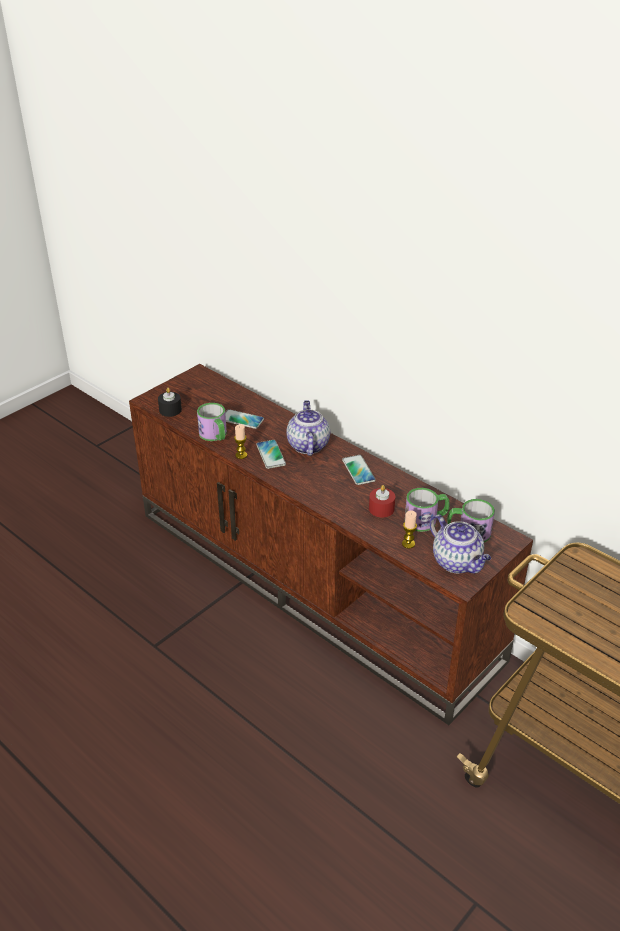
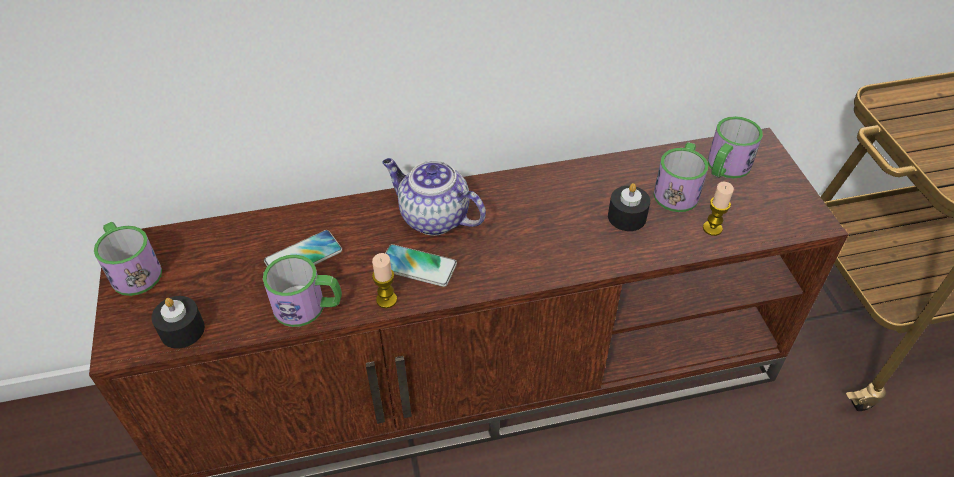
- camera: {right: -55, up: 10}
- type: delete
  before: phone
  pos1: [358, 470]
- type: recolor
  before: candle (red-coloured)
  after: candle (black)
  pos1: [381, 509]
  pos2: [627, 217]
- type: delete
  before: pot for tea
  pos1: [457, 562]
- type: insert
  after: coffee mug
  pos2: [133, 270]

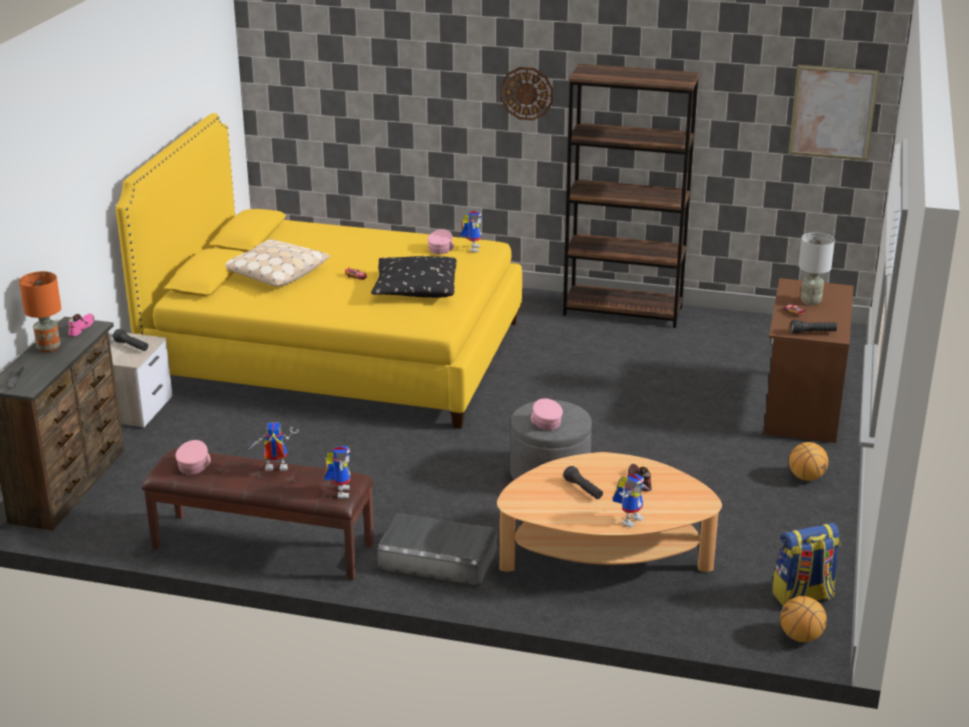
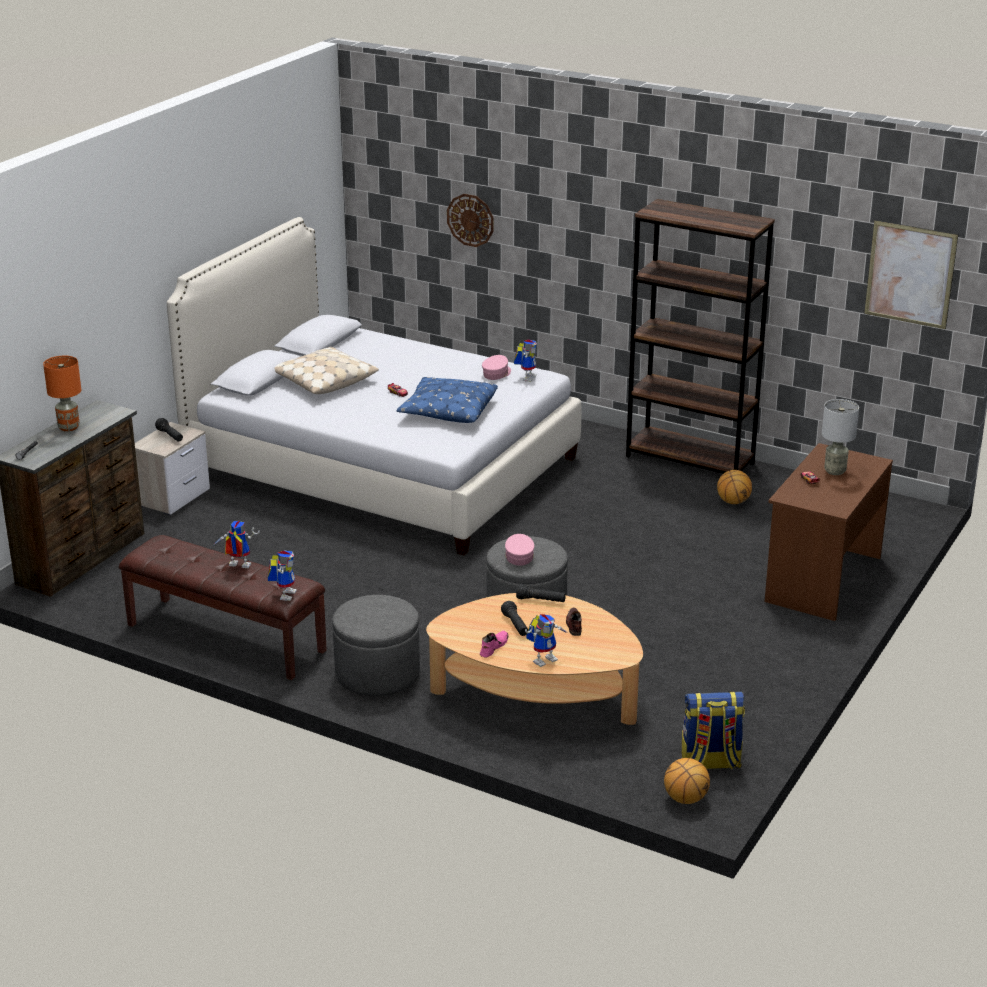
- camera: {right: 15, up: 0}
- type: move
  before: item of footwear (pinkish)
  pos1: [81, 328]
  pos2: [493, 647]
- type: recolor
  before: sleeping bed (yellow-coloured)
  after: sleeping bed (white-coloured)
  pos1: [336, 353]
  pos2: [381, 467]
- type: delete
  before: peaked cap (pinkish)
  pos1: [194, 464]
- type: recolor
  before: throw pillow (black)
  after: throw pillow (blue)
  pos1: [415, 288]
  pos2: [447, 411]
- type: replace
  before: storage box (greyish)
  after: pouffe (greyish)
  pos1: [437, 559]
  pos2: [377, 674]
- type: move
  before: clock on the wall
  pos1: [526, 93]
  pos2: [470, 220]
- type: move
  before: basketball
  pos1: [806, 477]
  pos2: [733, 502]
- type: move
  before: hand torch (black)
  pos1: [813, 333]
  pos2: [541, 600]

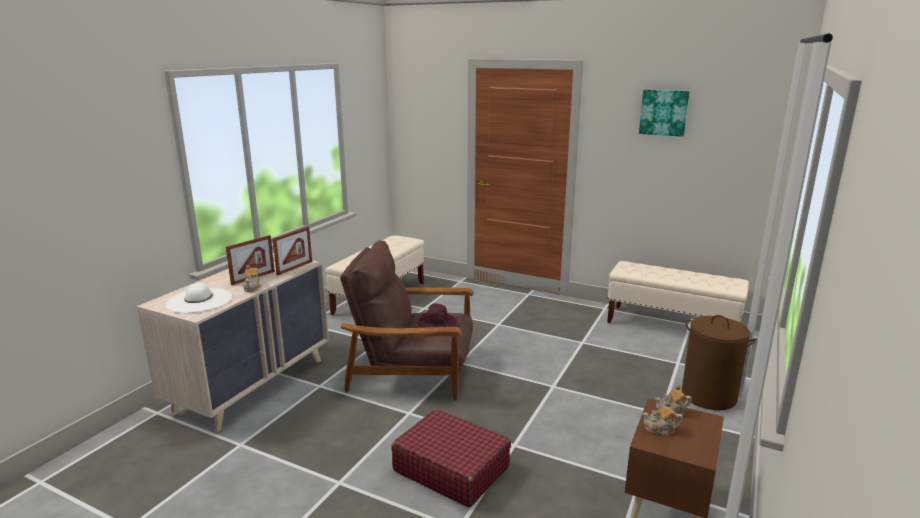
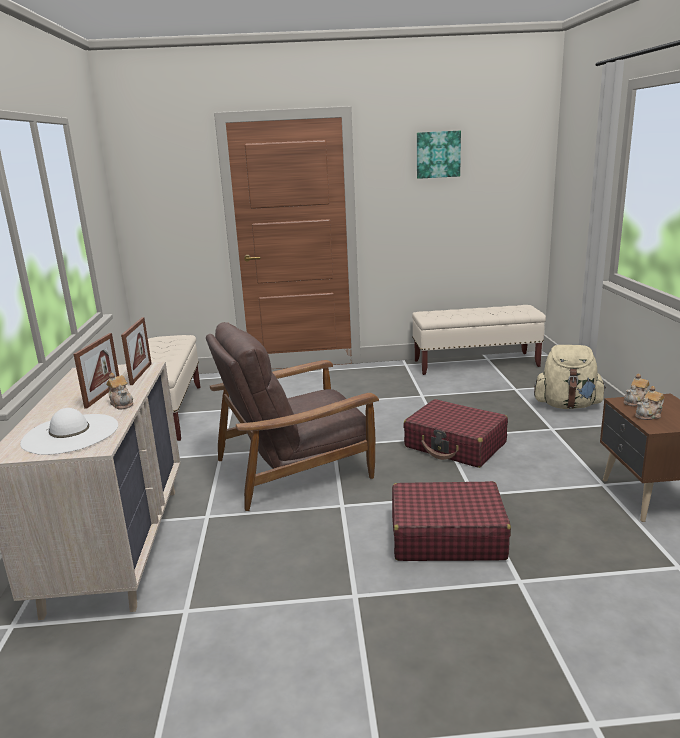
- camera: {right: -30, up: 0}
- type: delete
  before: hat (purplish)
  pos1: [436, 324]
- type: replace
  before: hamper (brown)
  after: backpack (beige-coloured)
  pos1: [709, 396]
  pos2: [567, 405]
- type: insert
  after: travel case (red-coloured)
  pos2: [455, 445]

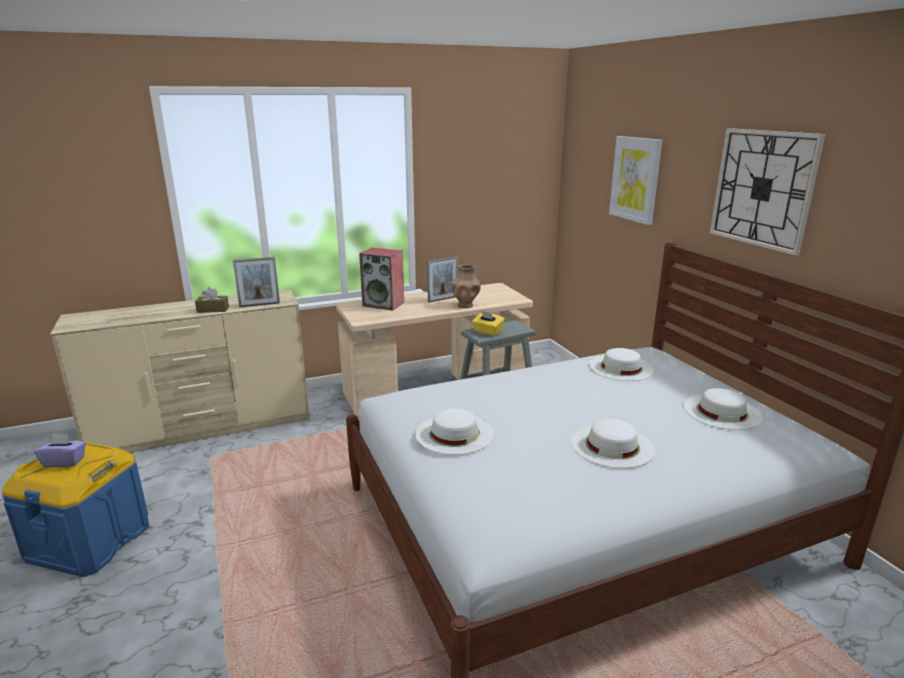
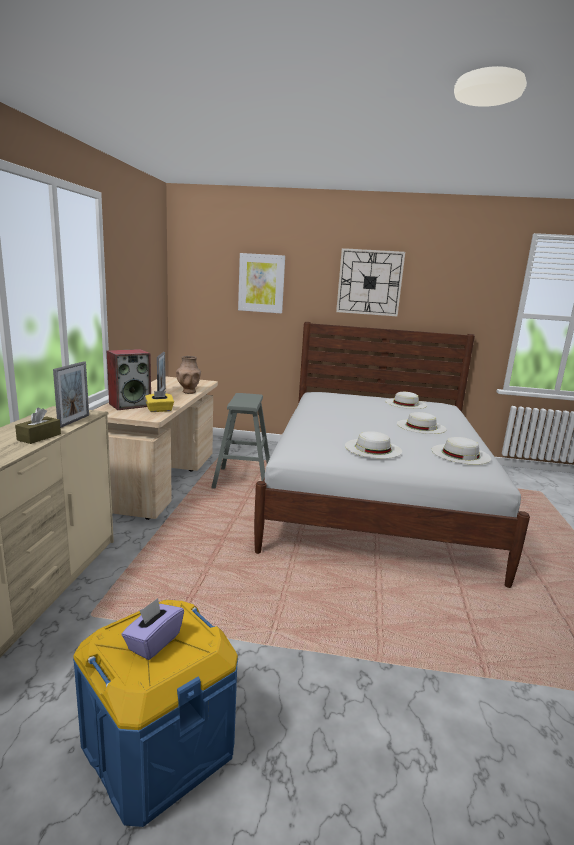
- camera: {right: -60, up: -5}
- type: move
  before: tissue box (yellow-coloured)
  pos1: [487, 332]
  pos2: [159, 410]
- type: move
  before: hat (white-coloured)
  pos1: [621, 367]
  pos2: [460, 454]

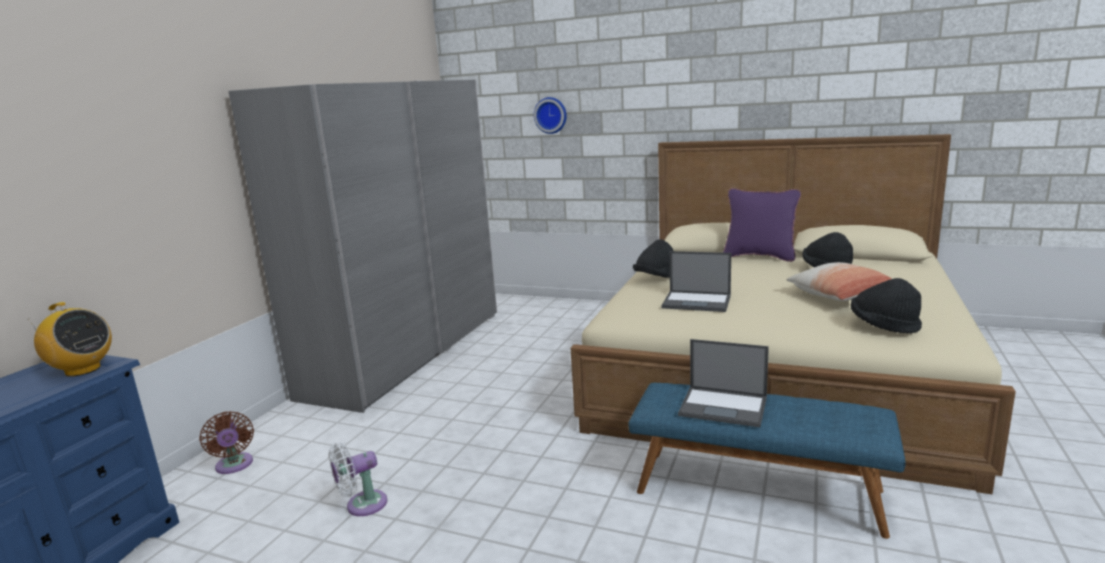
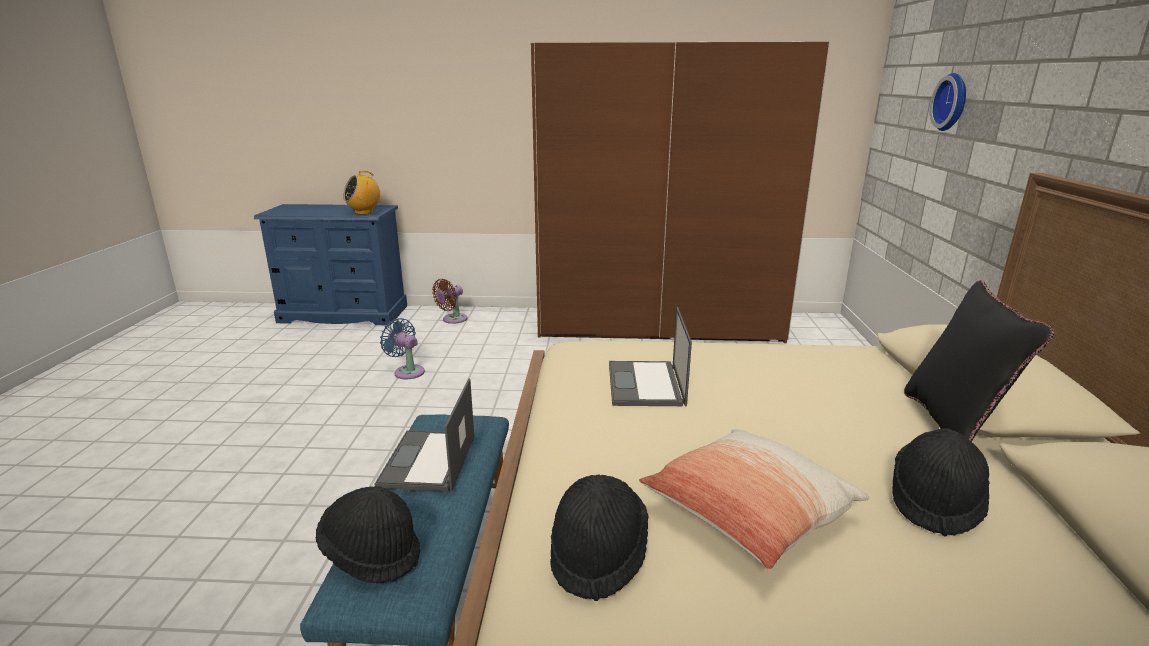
- camera: {right: 70, up: 5}
- type: rotate
  before: radio set
  pos1: [82, 370]
  pos2: [364, 212]
  turn: 45
- type: recolor
  before: armoire (greyish)
  after: armoire (brown)
  pos1: [407, 352]
  pos2: [658, 325]
- type: recolor
  before: cooling fan (white-coloured)
  after: cooling fan (blue)
  pos1: [362, 505]
  pos2: [407, 371]
- type: move
  before: hat (black)
  pos1: [655, 278]
  pos2: [372, 553]
- type: recolor
  before: throw pillow (purplish)
  after: throw pillow (black)
  pos1: [759, 256]
  pos2: [952, 425]

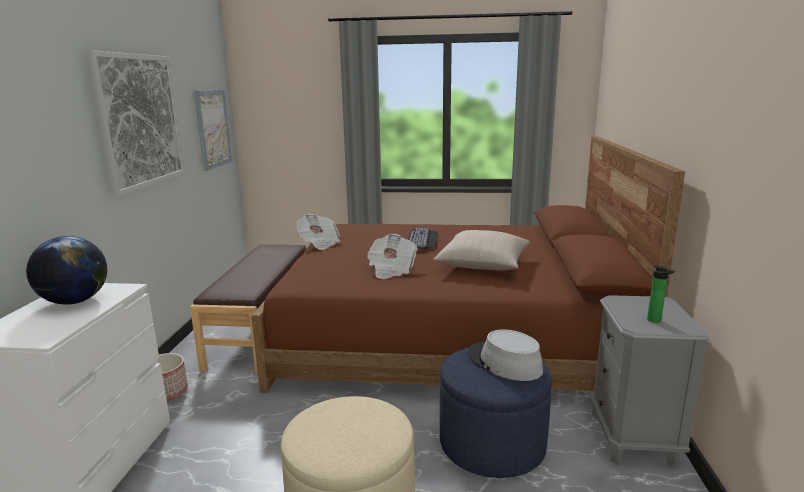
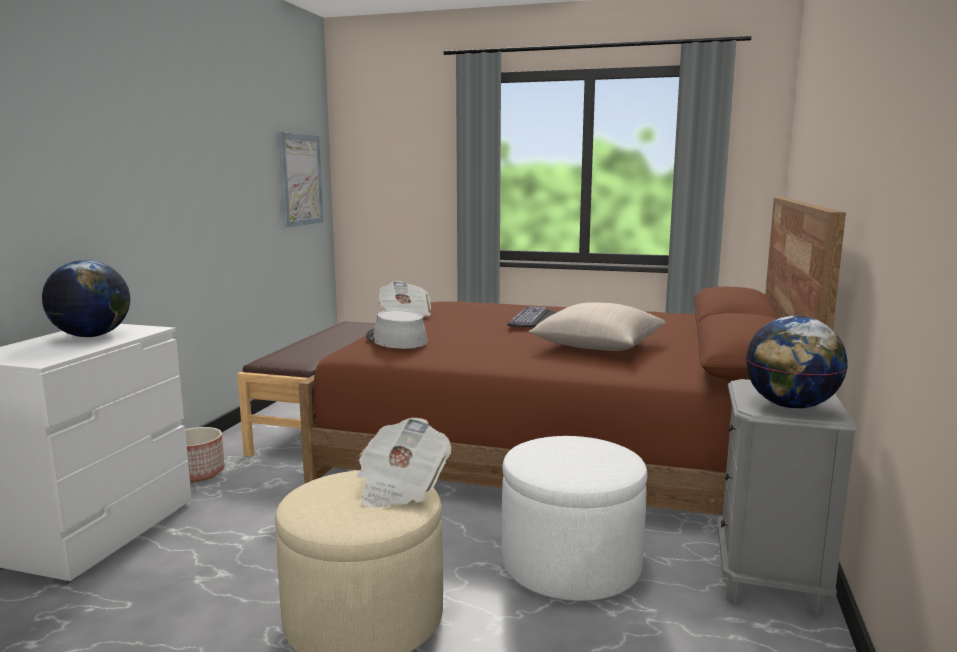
- camera: {right: 10, up: -5}
- type: delete
  before: wall picture
  pos1: [139, 121]
- type: move
  before: newspaper
  pos1: [391, 270]
  pos2: [400, 487]
- type: recolor
  before: pouffe (blue)
  after: pouffe (white-coloured)
  pos1: [492, 444]
  pos2: [570, 564]
- type: move
  before: hat (greyish)
  pos1: [504, 362]
  pos2: [396, 340]
- type: replace
  before: bottle
  after: globe
  pos1: [656, 320]
  pos2: [790, 406]

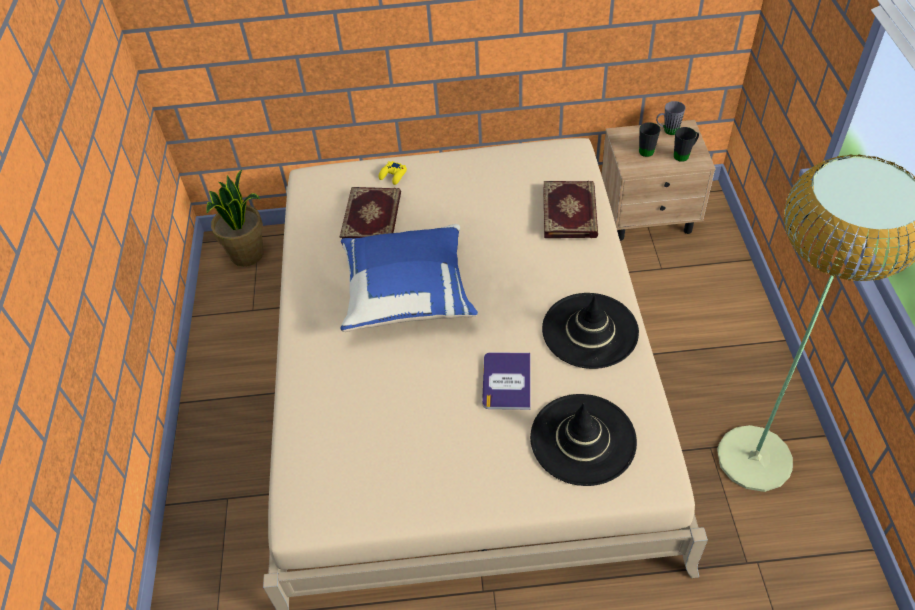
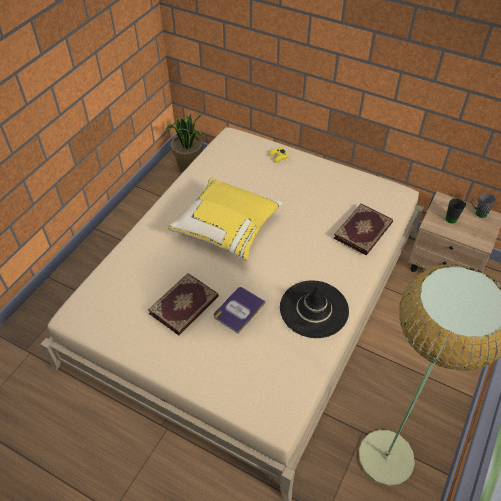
- camera: {right: 30, up: 0}
- type: move
  before: bound book
  pos1: [373, 218]
  pos2: [184, 306]
- type: recolor
  before: throw pillow (blue)
  after: throw pillow (yellow-coloured)
  pos1: [407, 293]
  pos2: [227, 228]
- type: delete
  before: hat (black)
  pos1: [583, 439]
- type: delete
  before: coffee mug (black)
  pos1: [684, 155]

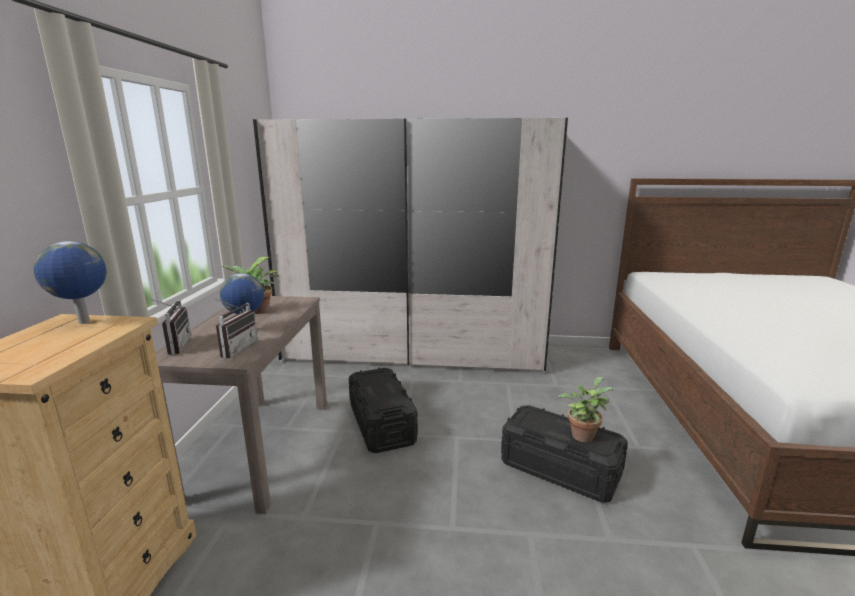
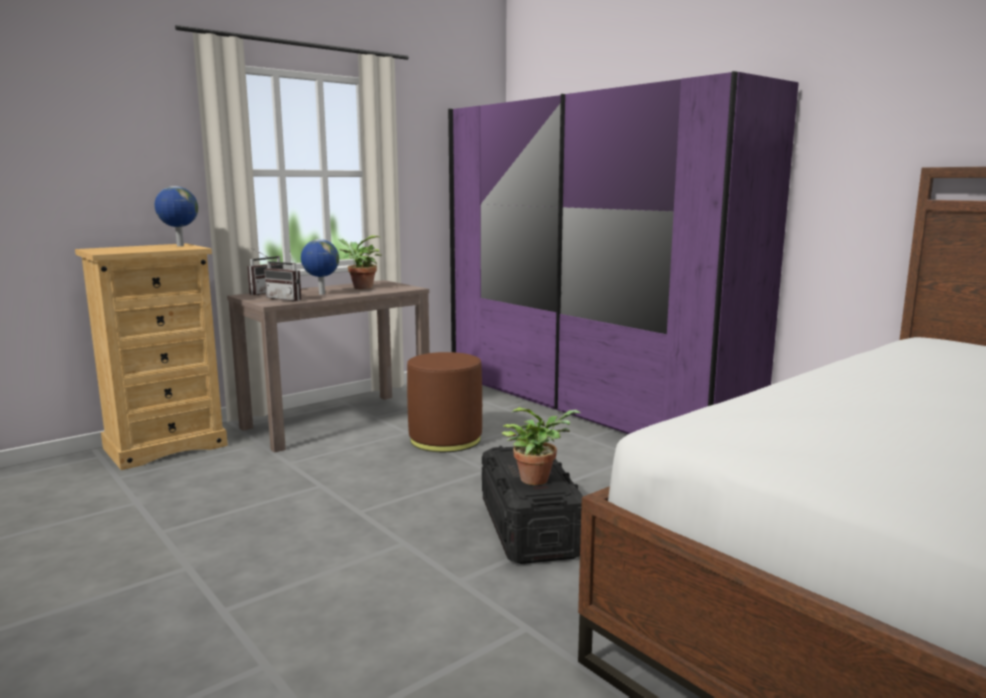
- camera: {right: 45, up: -5}
- type: rotate
  before: radio set
  pos1: [235, 348]
  pos2: [288, 299]
  turn: 60
- type: recolor
  before: armoire (white-coloured)
  after: armoire (purplish)
  pos1: [414, 353]
  pos2: [589, 405]
- type: replace
  before: storage box (black)
  after: pouffe (brown)
  pos1: [381, 423]
  pos2: [445, 439]

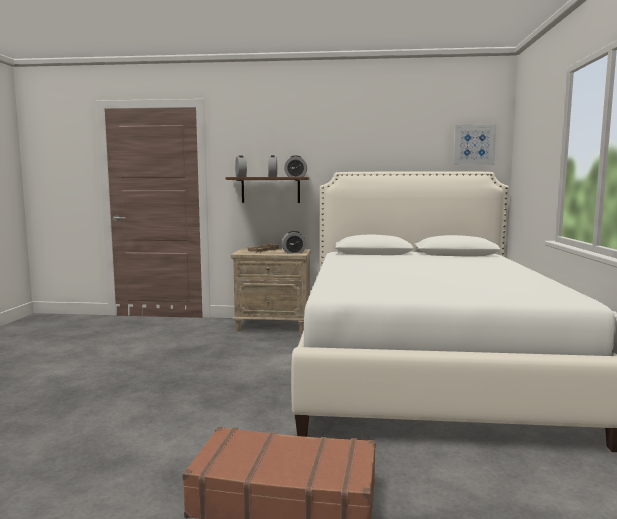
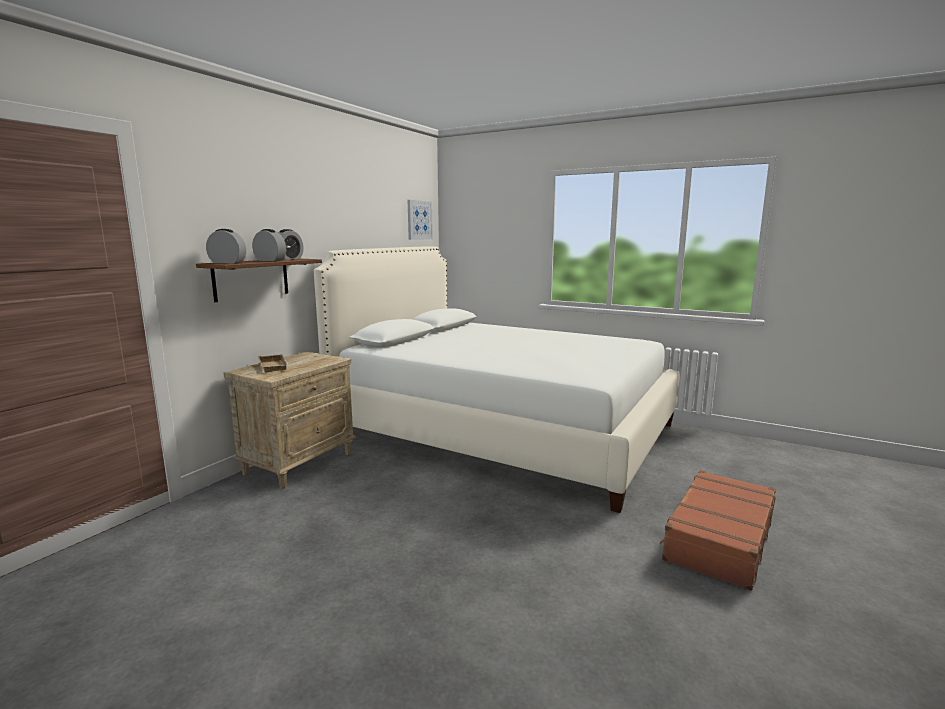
- camera: {right: -65, up: 5}
- type: delete
  before: bedside clock
  pos1: [293, 252]

